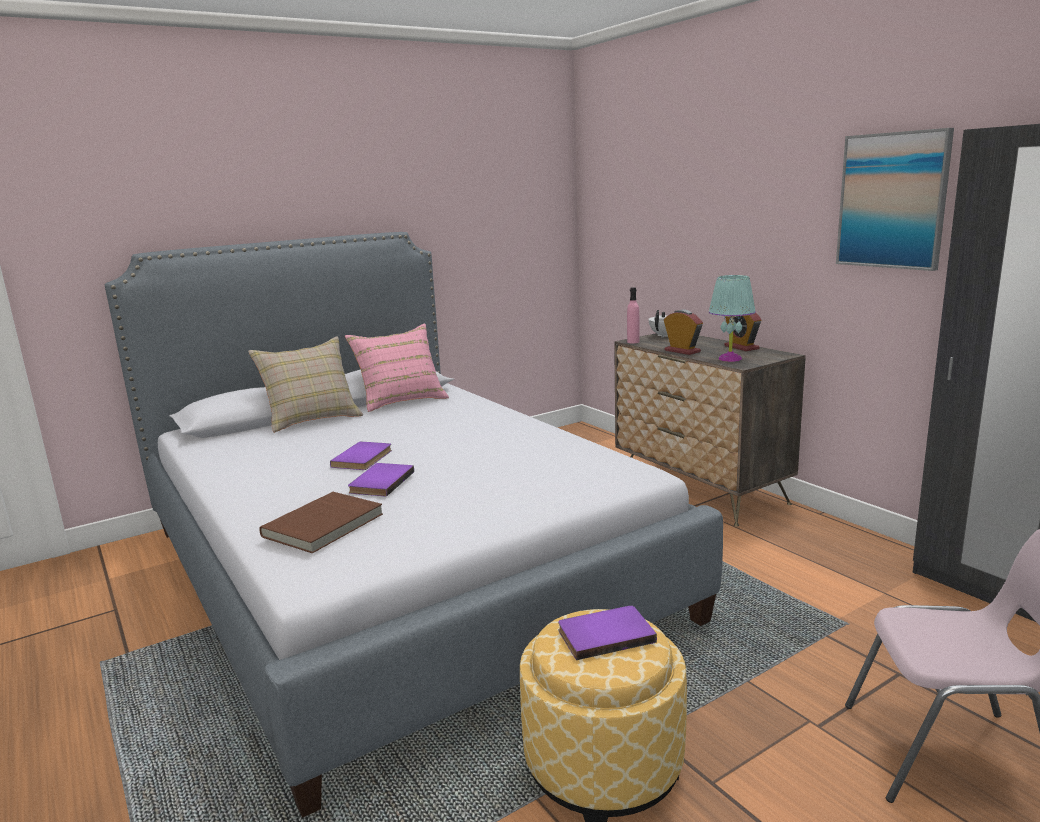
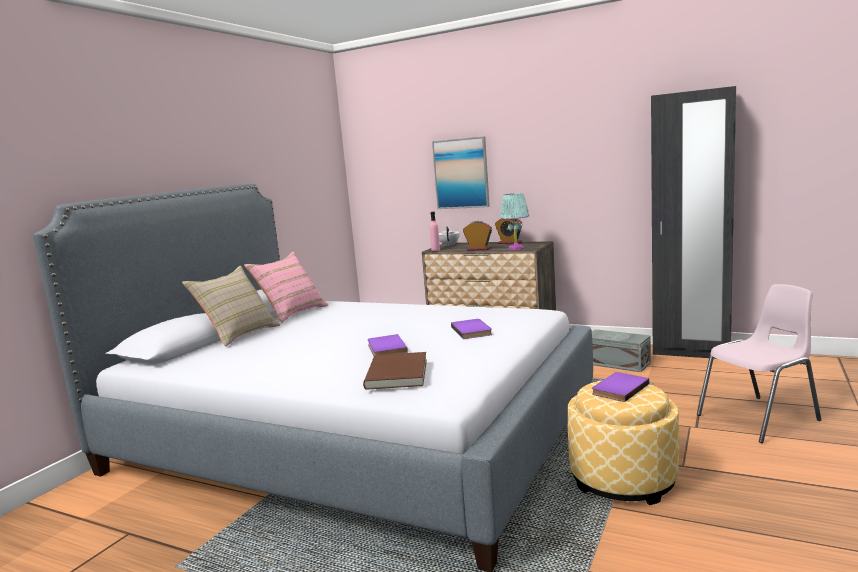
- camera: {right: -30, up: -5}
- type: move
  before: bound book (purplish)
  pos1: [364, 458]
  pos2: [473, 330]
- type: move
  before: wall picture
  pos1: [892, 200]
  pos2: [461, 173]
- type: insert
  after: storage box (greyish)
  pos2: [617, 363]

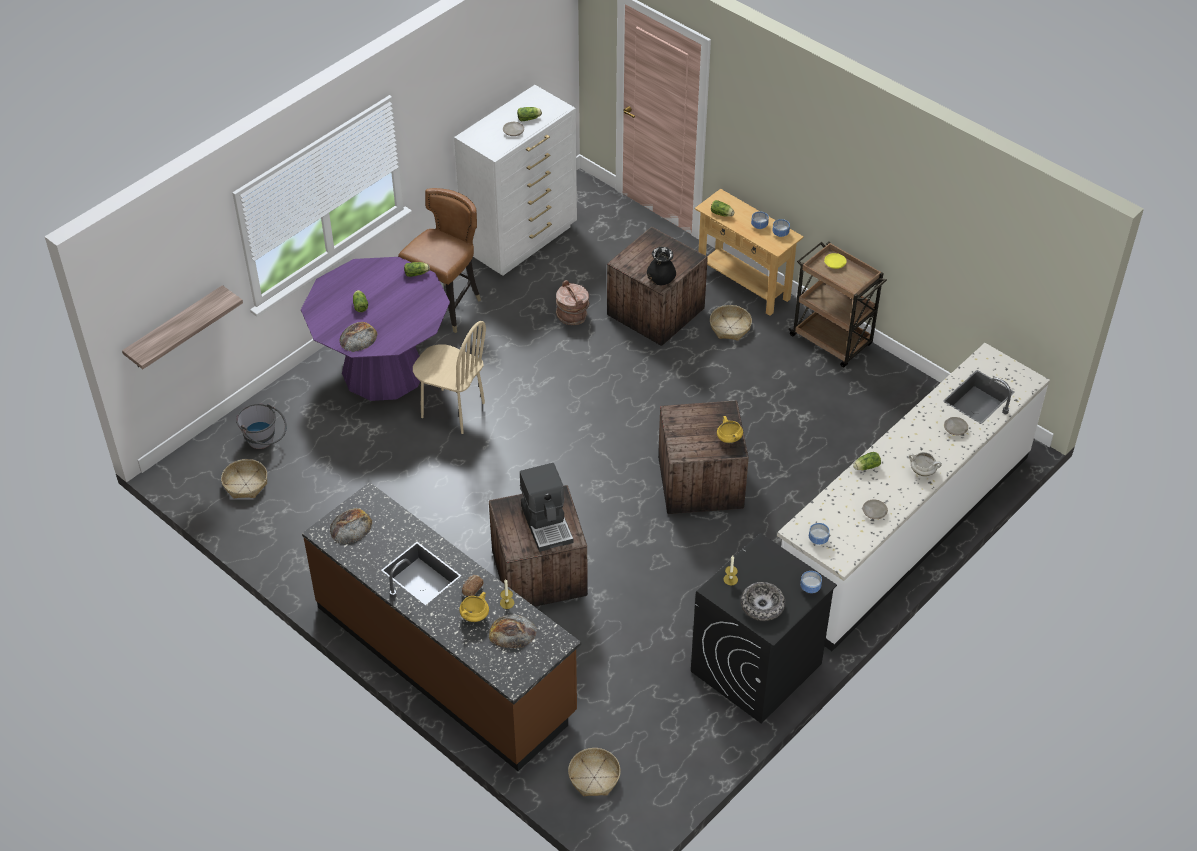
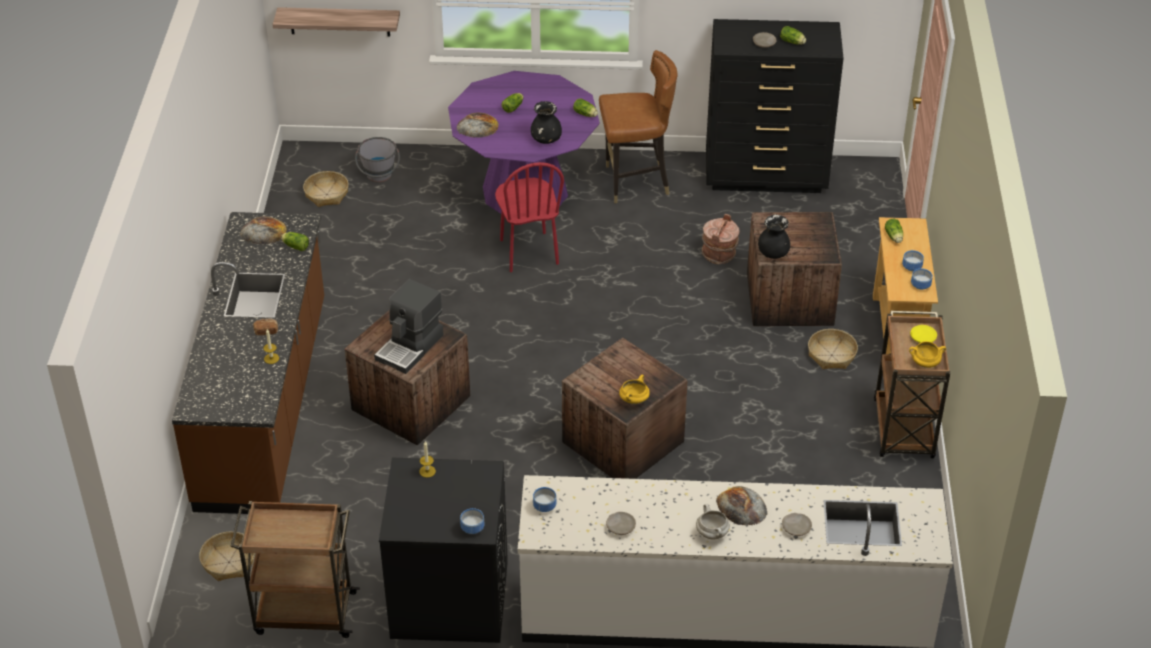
- camera: {right: 50, up: -5}
- type: recolor
  before: plain chair (beige-coloured)
  after: plain chair (red-coloured)
  pos1: [452, 410]
  pos2: [528, 252]
- type: recolor
  before: drawer chest (white-coloured)
  after: drawer chest (black)
  pos1: [521, 241]
  pos2: [766, 176]
- type: move
  before: stockpot (yellow-coloured)
  pos1: [474, 616]
  pos2: [924, 363]
- type: move
  before: baked bread
  pos1: [512, 632]
  pos2: [741, 506]
- type: delete
  before: serving bowl
  pos1: [762, 605]
- type: move
  before: lettuce
  pos1: [865, 467]
  pos2: [295, 246]
- type: insert
  after: trolley (brown)
  pos2: [303, 613]
- type: insert
  after: flower vase (black)
  pos2: [546, 140]

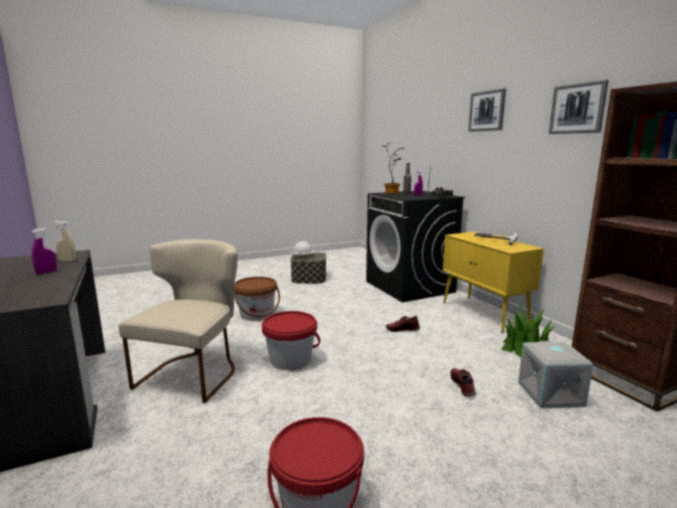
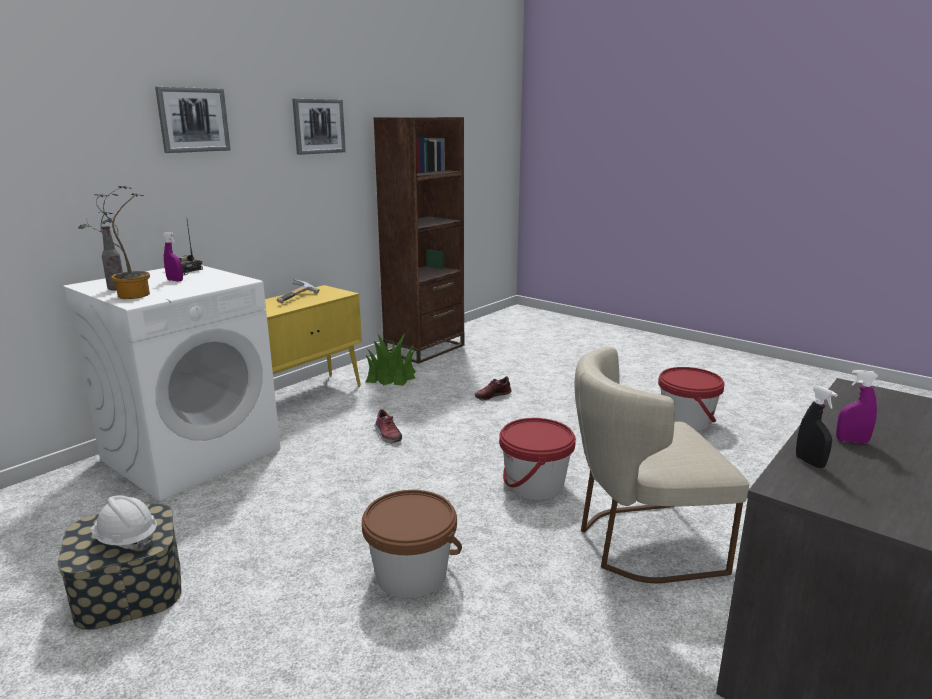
- camera: {right: -115, up: 5}
- type: recolor
  before: sprayer (beige-coloured)
  after: sprayer (black)
  pos1: [67, 260]
  pos2: [810, 462]
- type: recolor
  before: laundry machine (black)
  after: laundry machine (white-coloured)
  pos1: [410, 287]
  pos2: [192, 453]
- type: delete
  before: storage box (greyish)
  pos1: [549, 393]

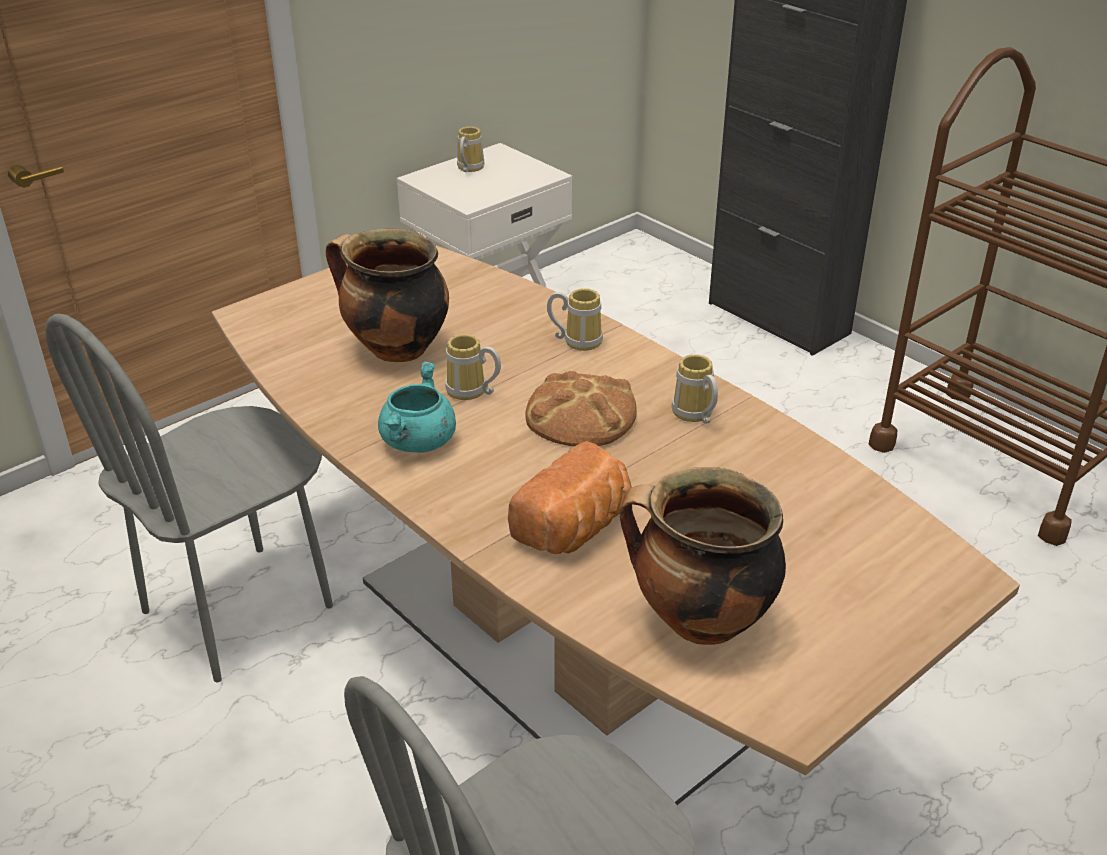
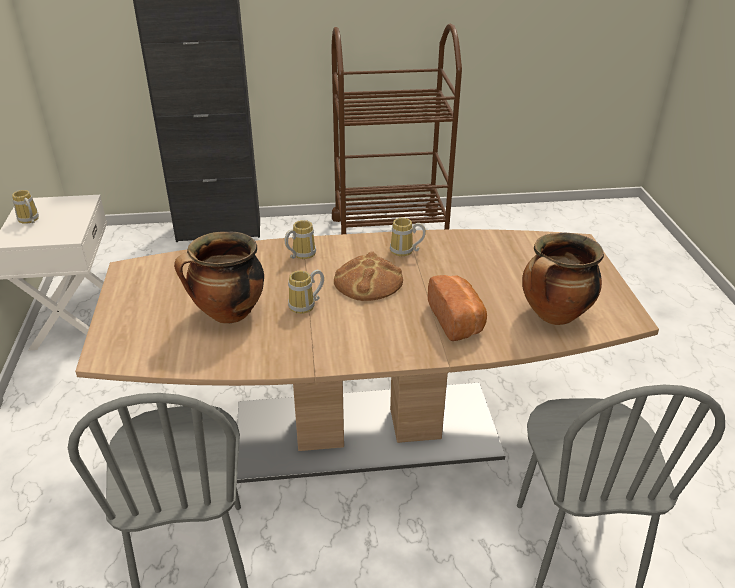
- camera: {right: -55, up: 0}
- type: delete
  before: stockpot (blue-green)
  pos1: [418, 442]

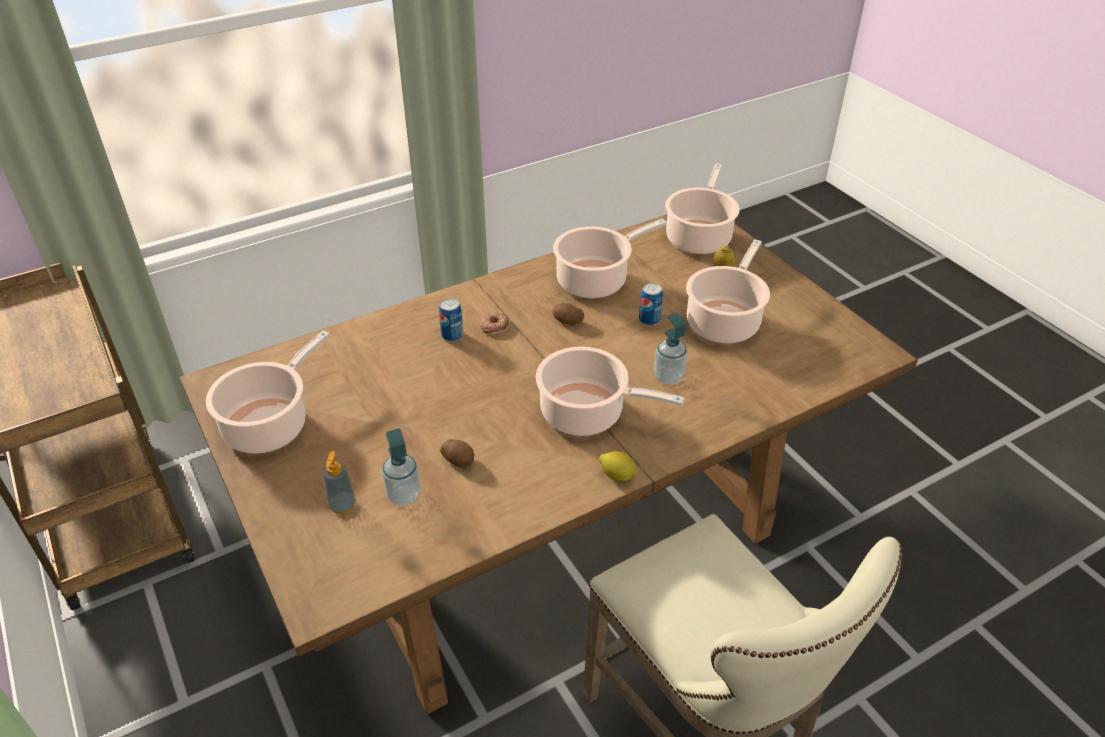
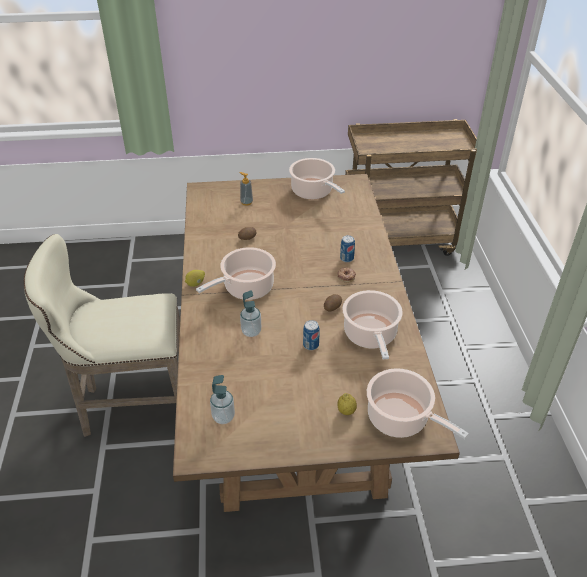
- camera: {right: 115, up: 0}
- type: move
  before: soap dispenser
  pos1: [404, 495]
  pos2: [223, 417]
- type: delete
  before: stockpot
  pos1: [724, 321]

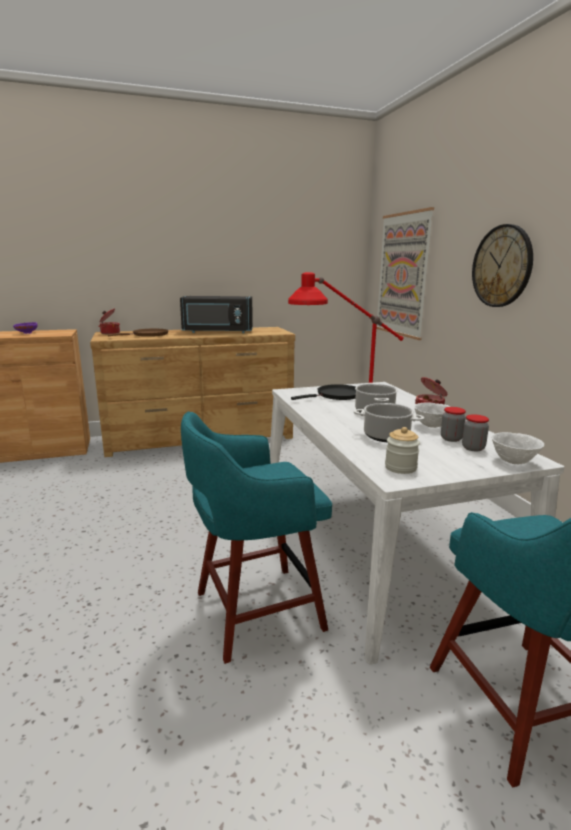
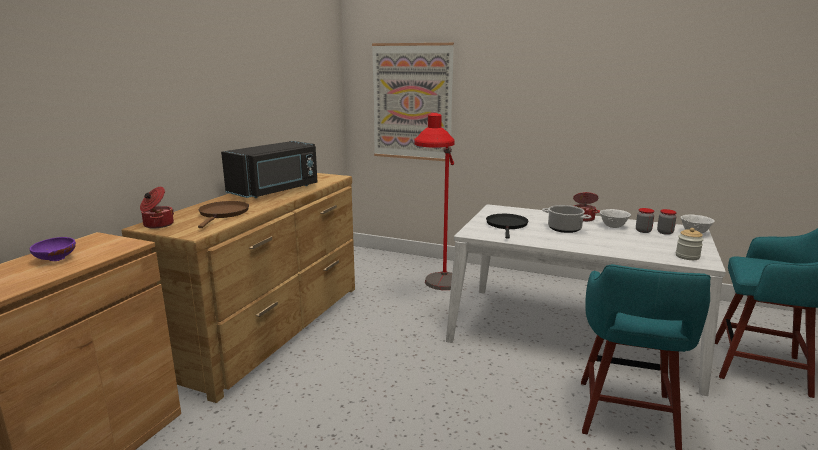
- camera: {right: -50, up: 0}
- type: delete
  before: stockpot
  pos1: [387, 436]
- type: delete
  before: clock on the wall
  pos1: [502, 266]

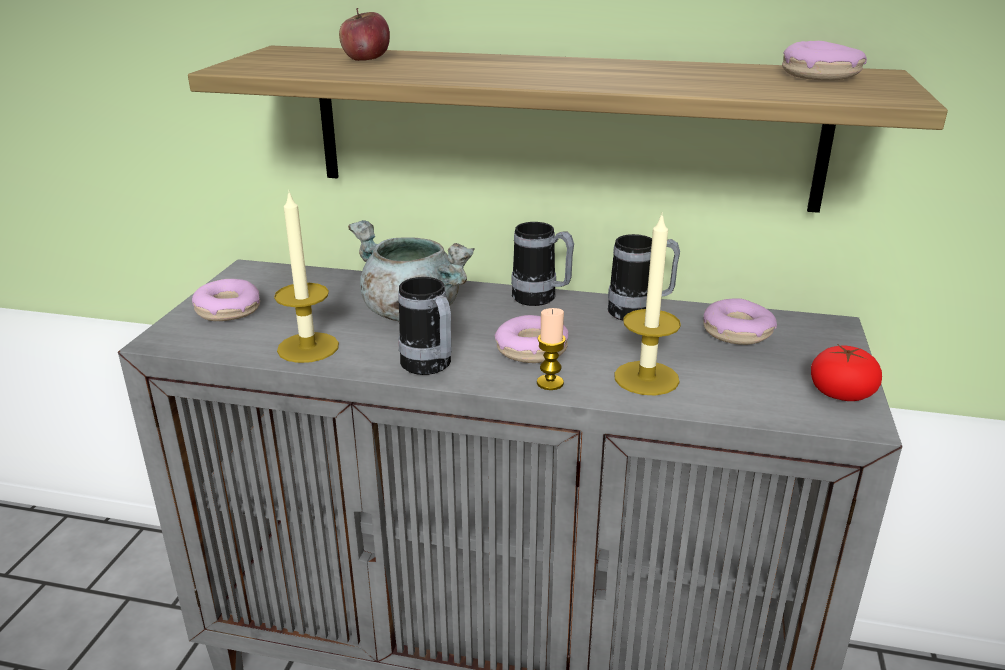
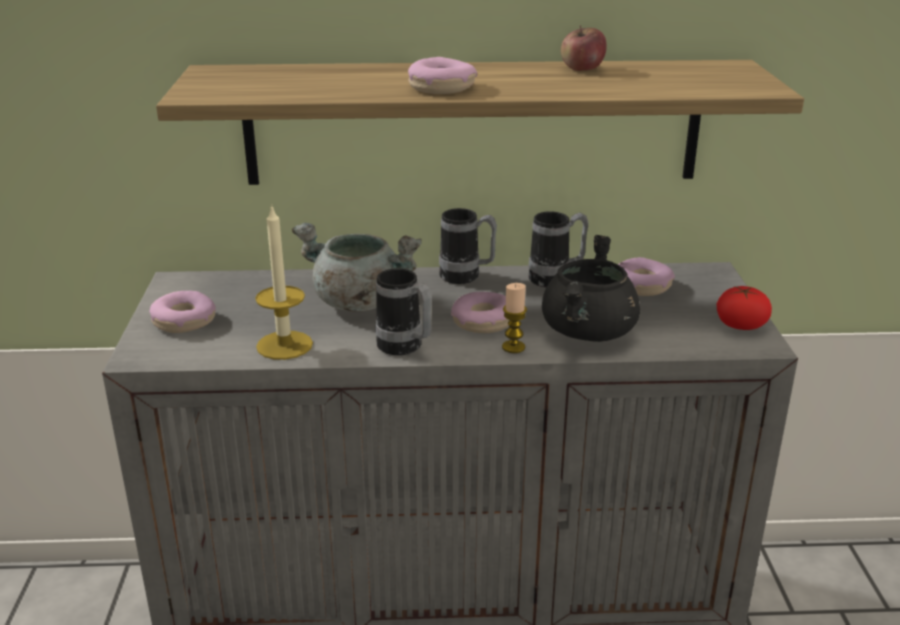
- camera: {right: -15, up: 0}
- type: move
  before: apple fruit
  pos1: [365, 59]
  pos2: [582, 69]
- type: replace
  before: candle
  after: stockpot (black)
  pos1: [646, 378]
  pos2: [588, 333]
- type: move
  before: donut
  pos1: [820, 75]
  pos2: [442, 87]

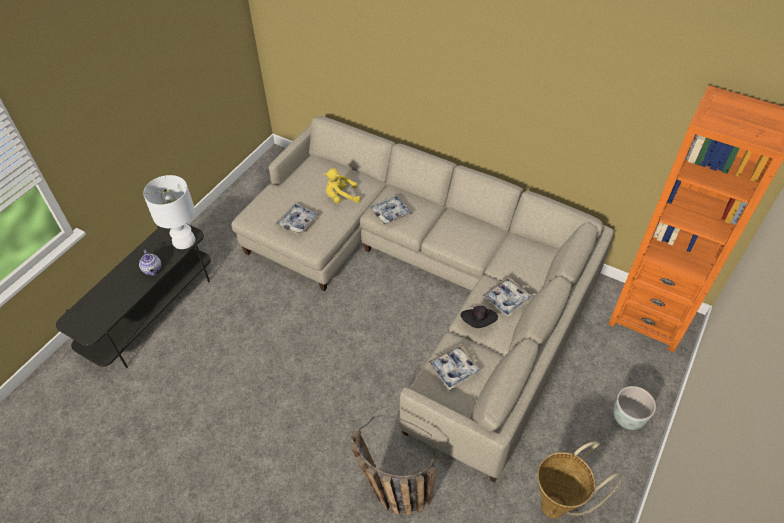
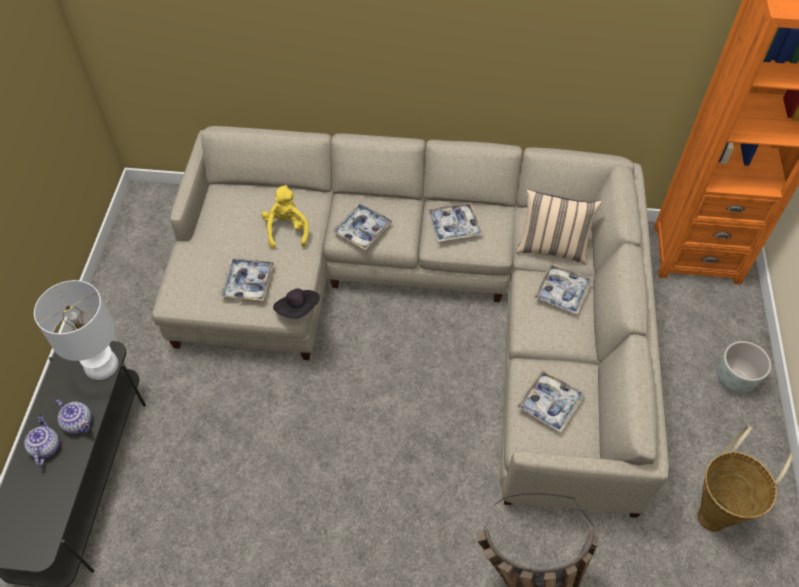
- camera: {right: -25, up: 5}
- type: rotate
  before: cuddly toy (yellow-coloured)
  pos1: [341, 197]
  pos2: [287, 230]
  turn: 120
- type: move
  before: hat (black)
  pos1: [478, 322]
  pos2: [298, 309]
- type: insert
  after: pot for tea
  pos2: [46, 447]
- type: insert
  after: carrying tray
  pos2: [454, 226]
- type: insert
  after: throw pillow (beige-coloured)
  pos2: [552, 248]

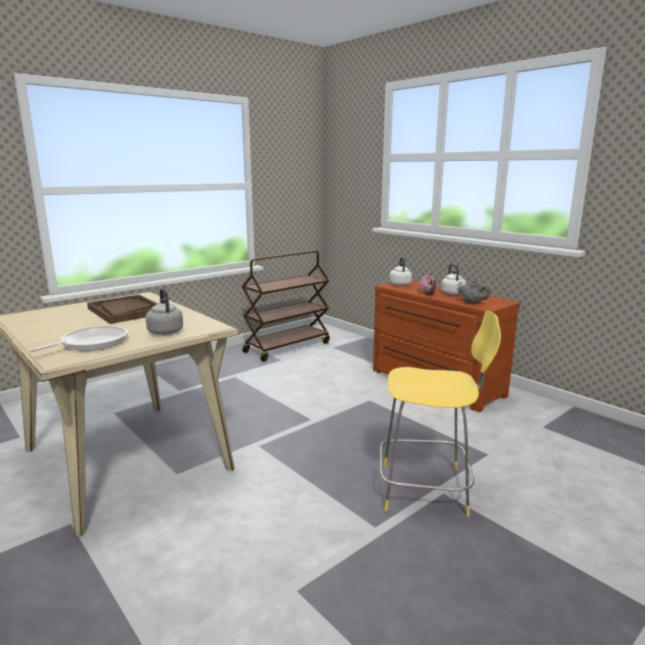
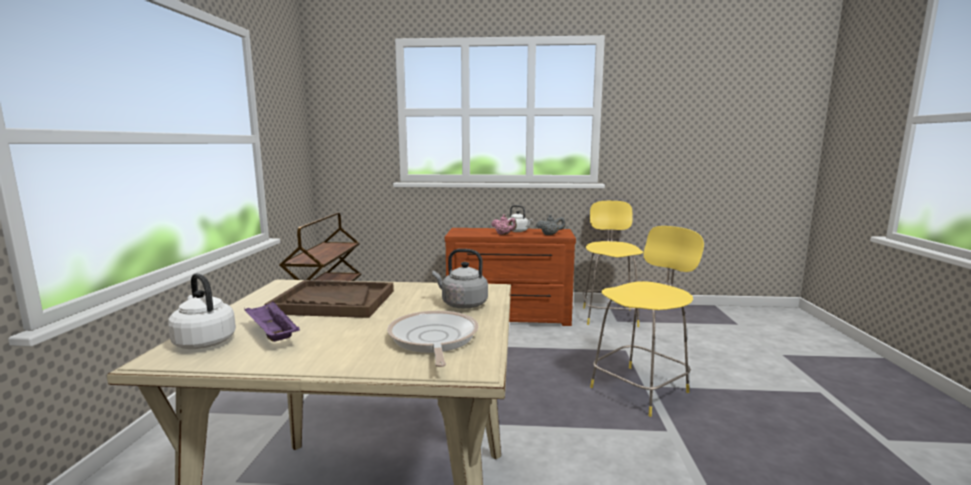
- camera: {right: -45, up: -5}
- type: move
  before: water kettle (white-coloured)
  pos1: [400, 284]
  pos2: [204, 341]
- type: insert
  after: carrying tray (purplish)
  pos2: [271, 334]
- type: insert
  after: sitting stool (yellow-coloured)
  pos2: [609, 316]

